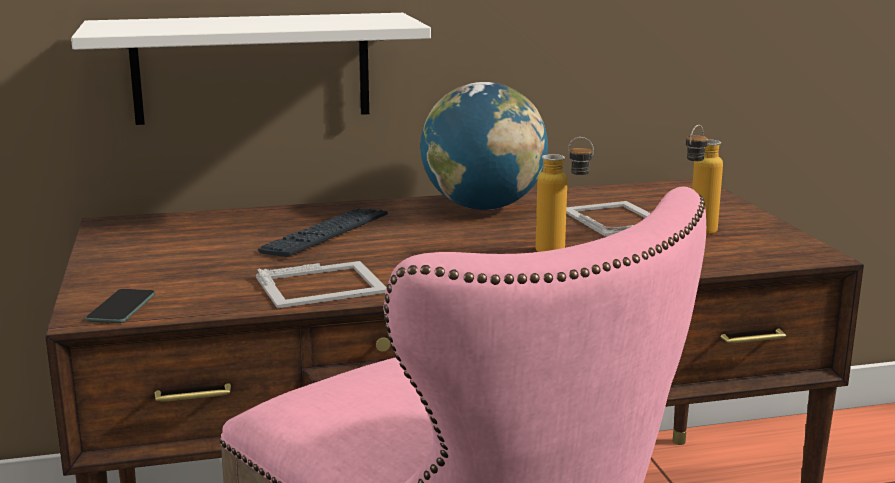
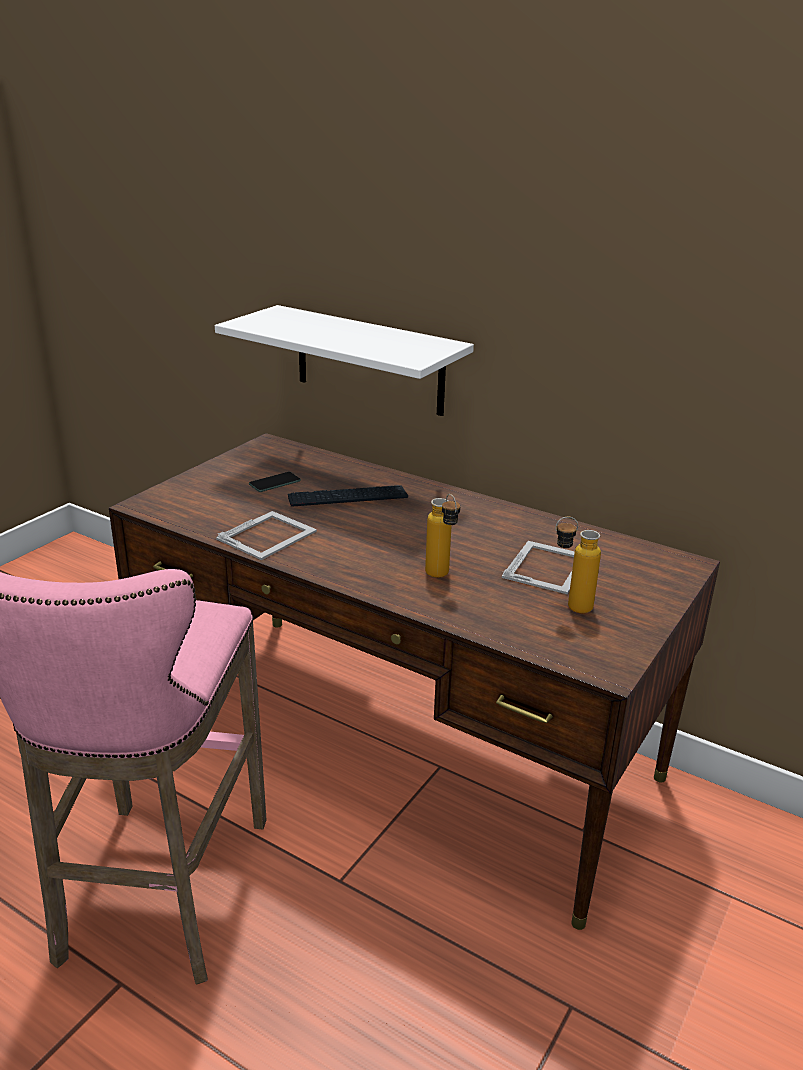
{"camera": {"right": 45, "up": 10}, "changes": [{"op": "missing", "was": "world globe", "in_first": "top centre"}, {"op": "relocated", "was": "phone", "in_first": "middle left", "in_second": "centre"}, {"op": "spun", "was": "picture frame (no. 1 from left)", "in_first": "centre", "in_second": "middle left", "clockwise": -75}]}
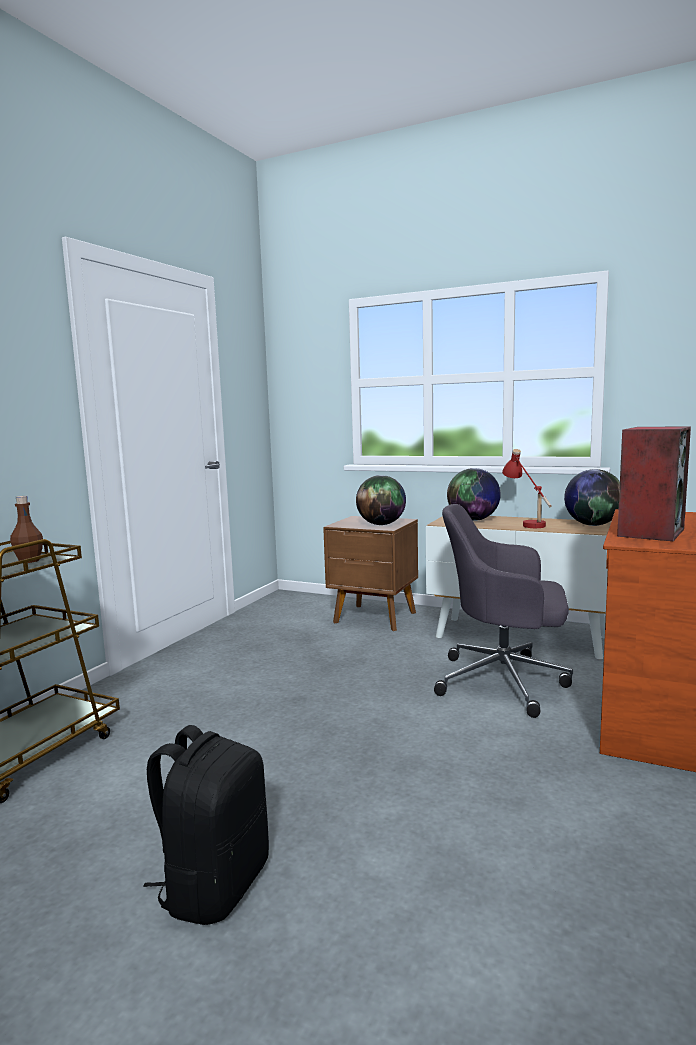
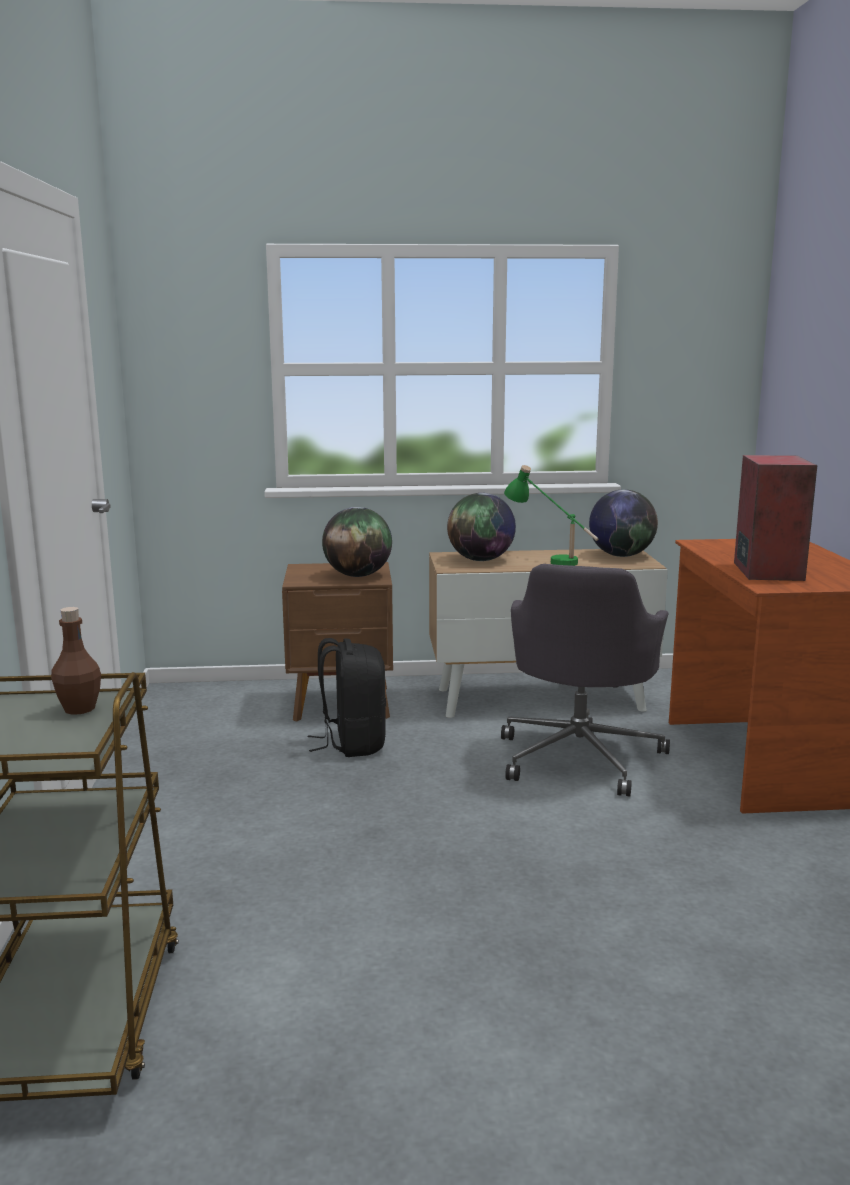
{"camera": {"right": -30, "up": 5}, "changes": [{"op": "relocated", "was": "black-coloured knapsack", "in_first": "bottom left", "in_second": "centre"}, {"op": "colour", "was": "red lamp for a table", "now": "greenish lamp for a table", "in_first": "middle right", "in_second": "centre"}, {"op": "spun", "was": "gray computer chair", "in_first": "middle right", "in_second": "middle right", "clockwise": -60}]}
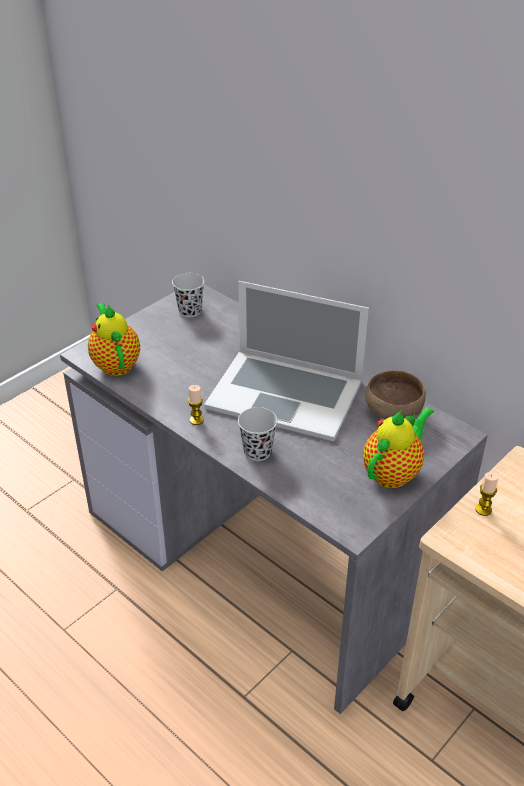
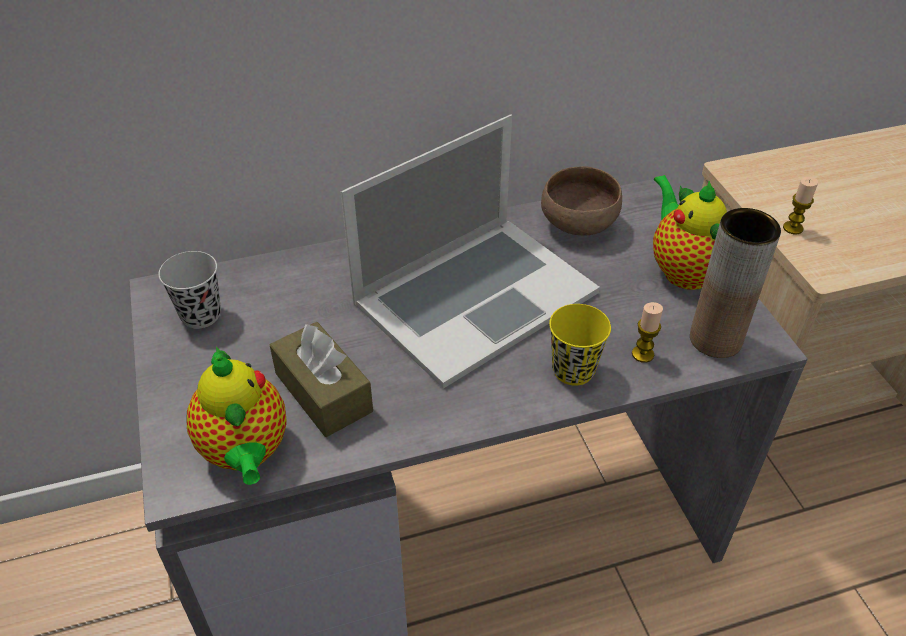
{"camera": {"right": -60, "up": 5}, "changes": [{"op": "appeared", "now": "brown-coloured box of tissues", "in_second": "centre"}, {"op": "appeared", "now": "brown-coloured flower vase", "in_second": "middle right"}, {"op": "relocated", "was": "wax candle (no. 1 from left)", "in_first": "centre", "in_second": "middle right"}, {"op": "colour", "was": "black-coloured cup (no. 2 from left)", "now": "yellow-coloured cup", "in_first": "centre", "in_second": "centre"}, {"op": "spun", "was": "tea pot (no. 1 from left)", "in_first": "middle left", "in_second": "middle left", "clockwise": -120}]}
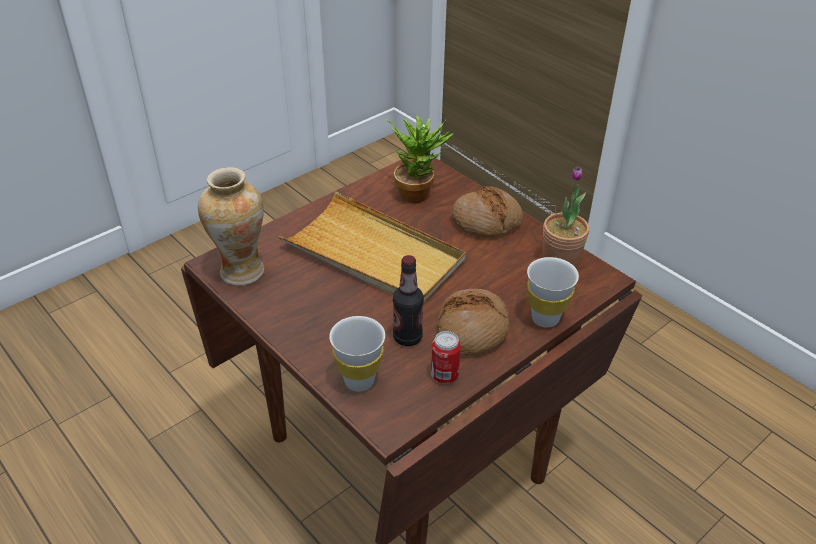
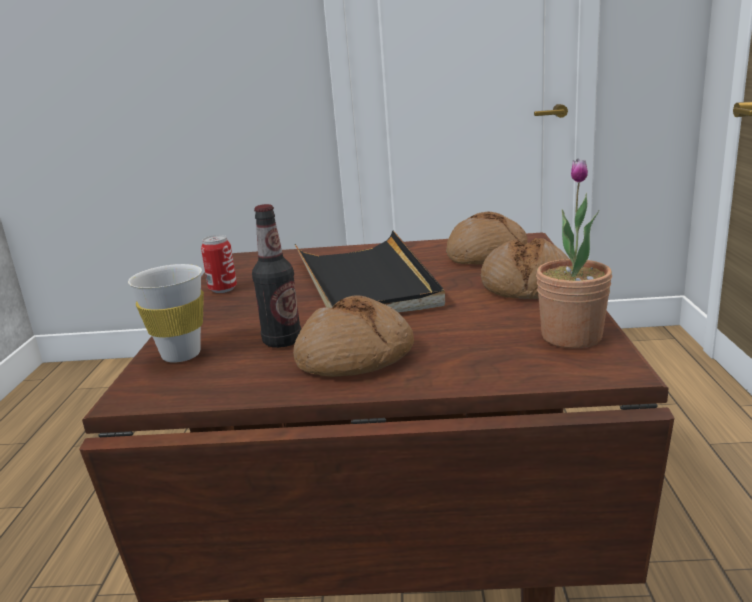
{"camera": {"right": 45, "up": -20}, "changes": [{"op": "missing", "was": "flower vase", "in_first": "middle left"}, {"op": "missing", "was": "white-coloured cup (no. 2 from left)", "in_first": "middle right"}, {"op": "relocated", "was": "can", "in_first": "centre", "in_second": "middle left"}, {"op": "exchanged", "was": "plant in a pot (no. 1 from left)", "now": "bakery bread (no. 2 from left)", "in_first": "top centre", "in_second": "centre"}, {"op": "colour", "was": "beige-coloured tray", "now": "black-coloured tray", "in_first": "centre", "in_second": "centre"}]}
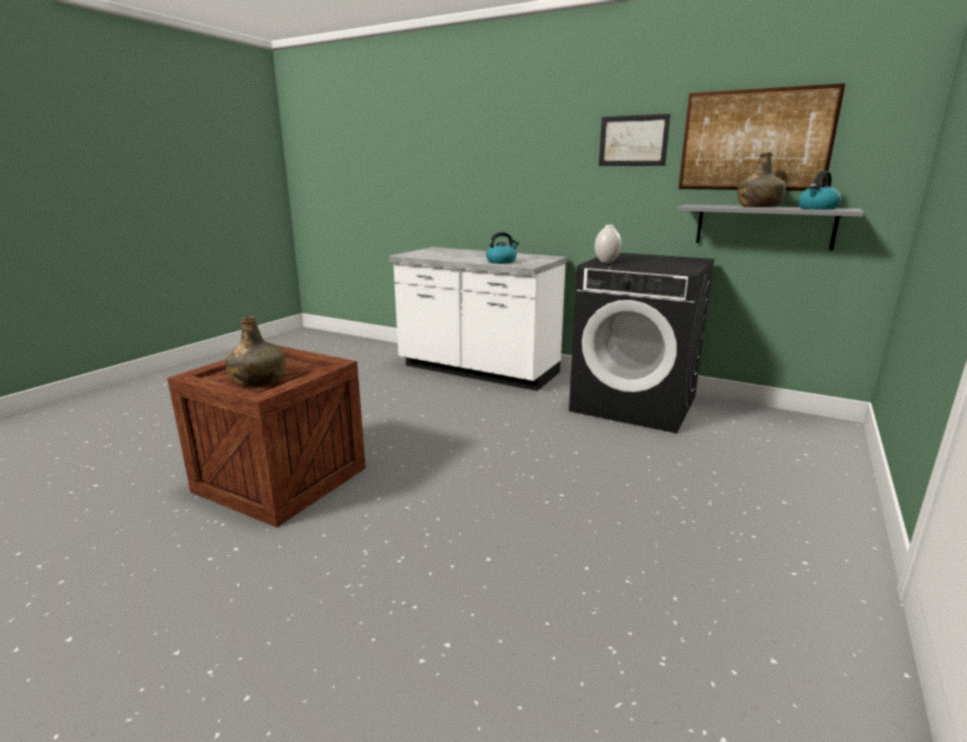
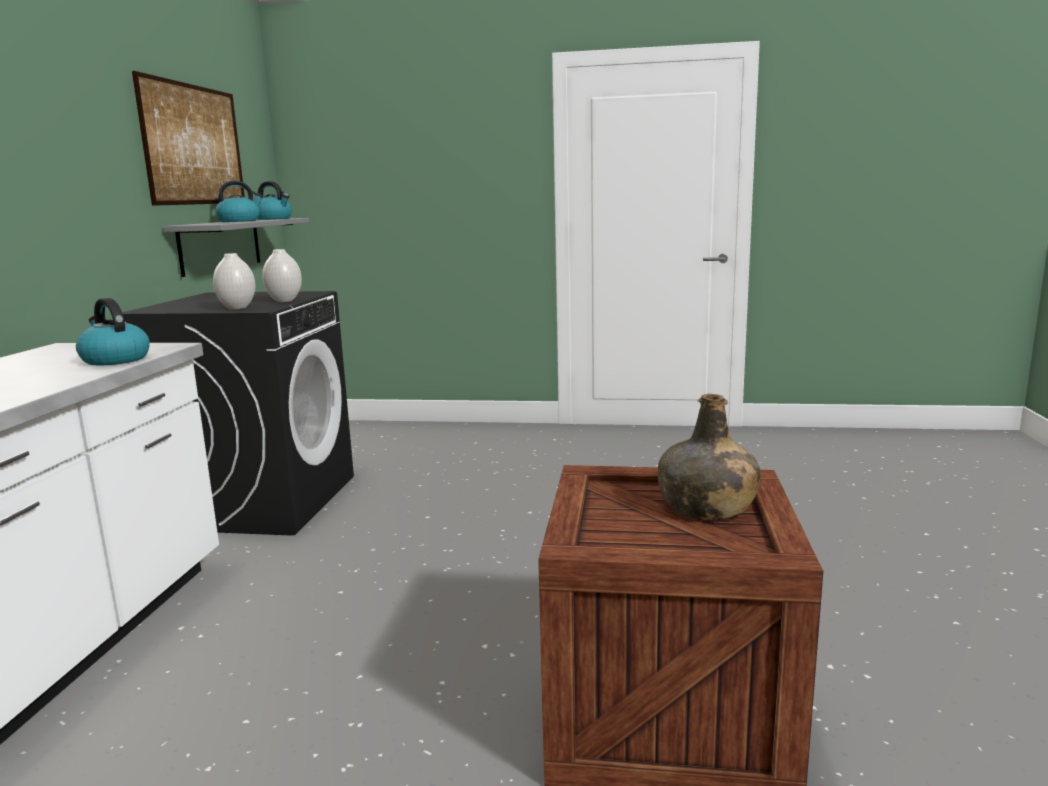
{"camera": {"right": -110, "up": -5}, "changes": [{"op": "missing", "was": "picture (no. 1 from left)", "in_first": "top centre"}, {"op": "appeared", "now": "white-coloured flower vase (no. 2 from left)", "in_second": "middle left"}, {"op": "exchanged", "was": "greenish beverage bottle (no. 2 from left)", "now": "water kettle (no. 2 from left)", "in_first": "top right", "in_second": "top left"}]}
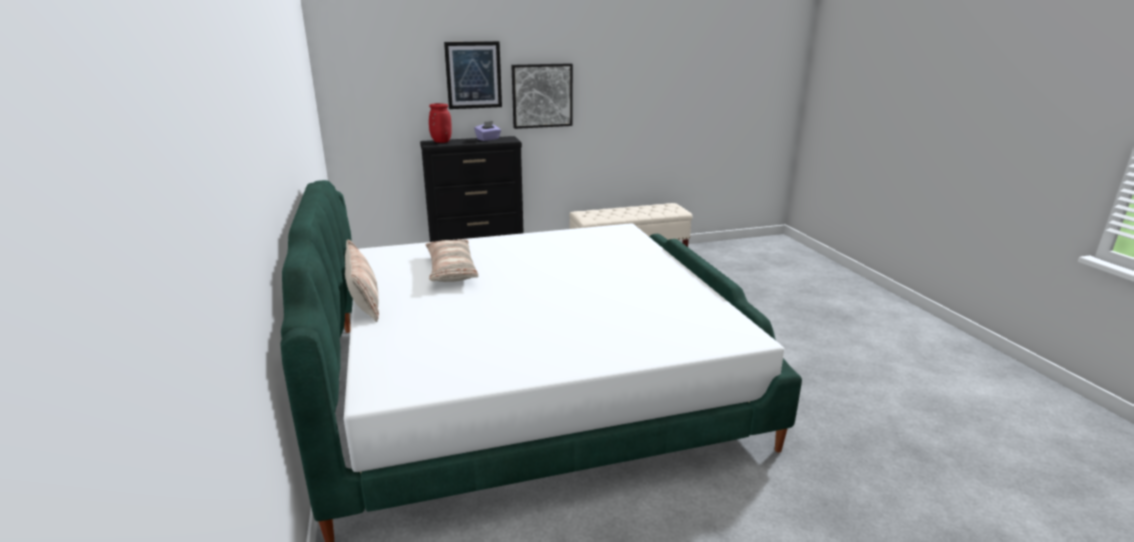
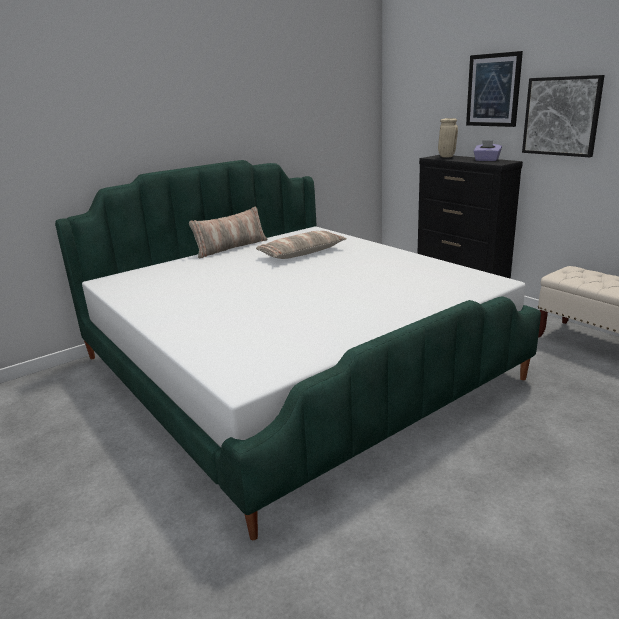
{"camera": {"right": 70, "up": 0}, "changes": [{"op": "colour", "was": "red flower vase", "now": "beige-coloured flower vase", "in_first": "top centre", "in_second": "top right"}]}
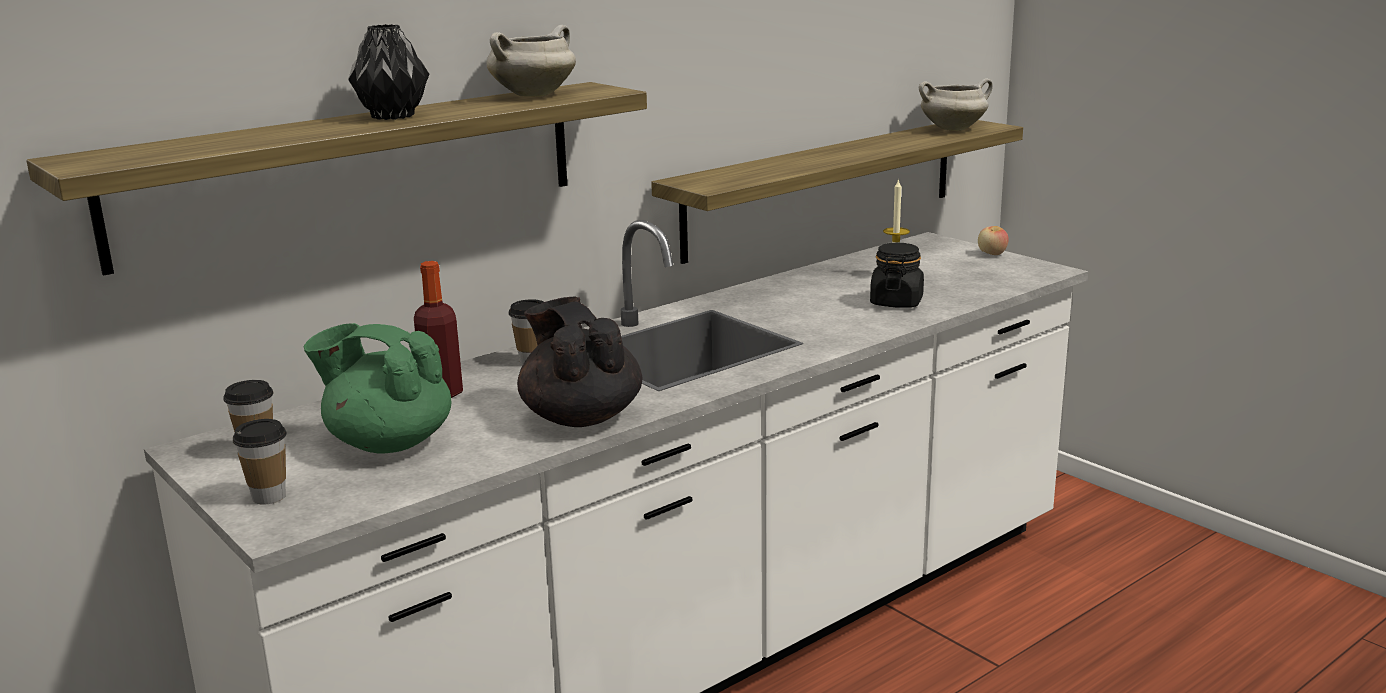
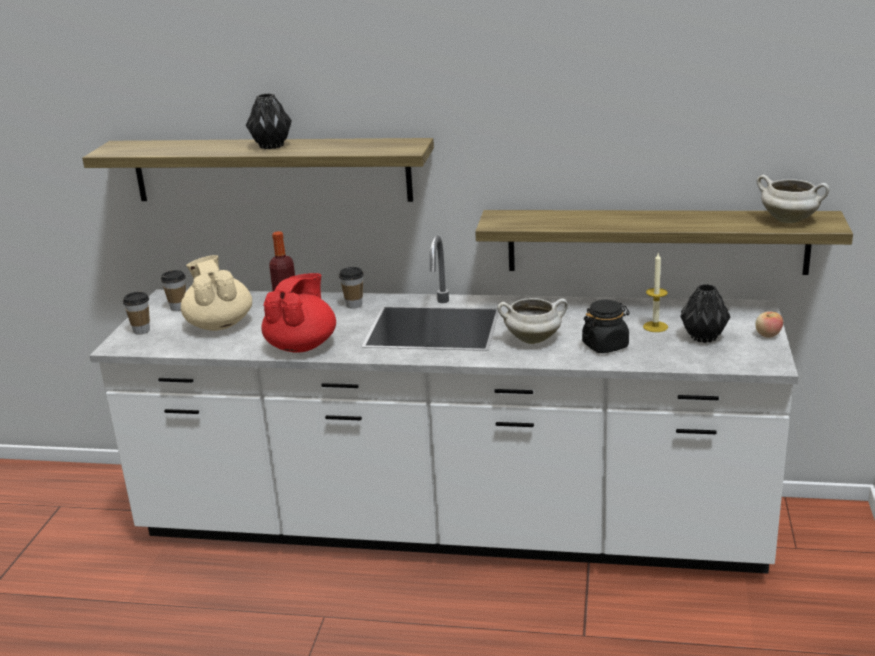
{"camera": {"right": 50, "up": 5}, "changes": [{"op": "appeared", "now": "black-coloured flower vase (no. 2 from left)", "in_second": "middle right"}, {"op": "relocated", "was": "white-coloured cooking pot (no. 1 from left)", "in_first": "top centre", "in_second": "centre"}, {"op": "colour", "was": "greenish tea pot", "now": "beige-coloured tea pot", "in_first": "middle left", "in_second": "middle left"}, {"op": "colour", "was": "black-coloured tea pot", "now": "red tea pot", "in_first": "centre", "in_second": "centre"}]}
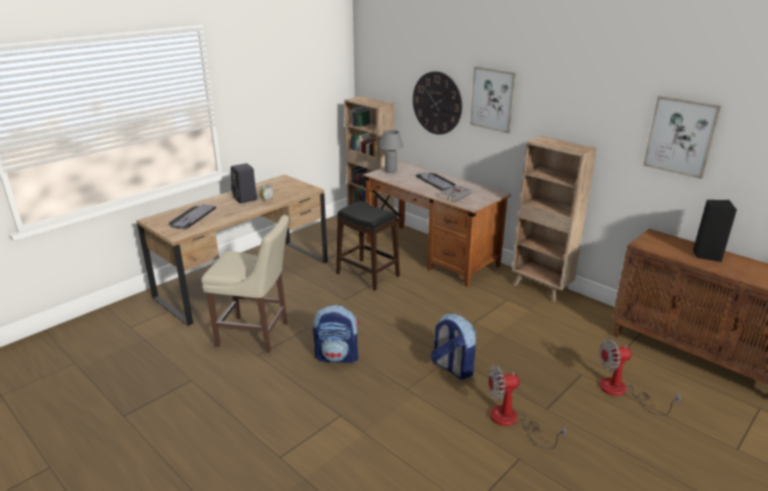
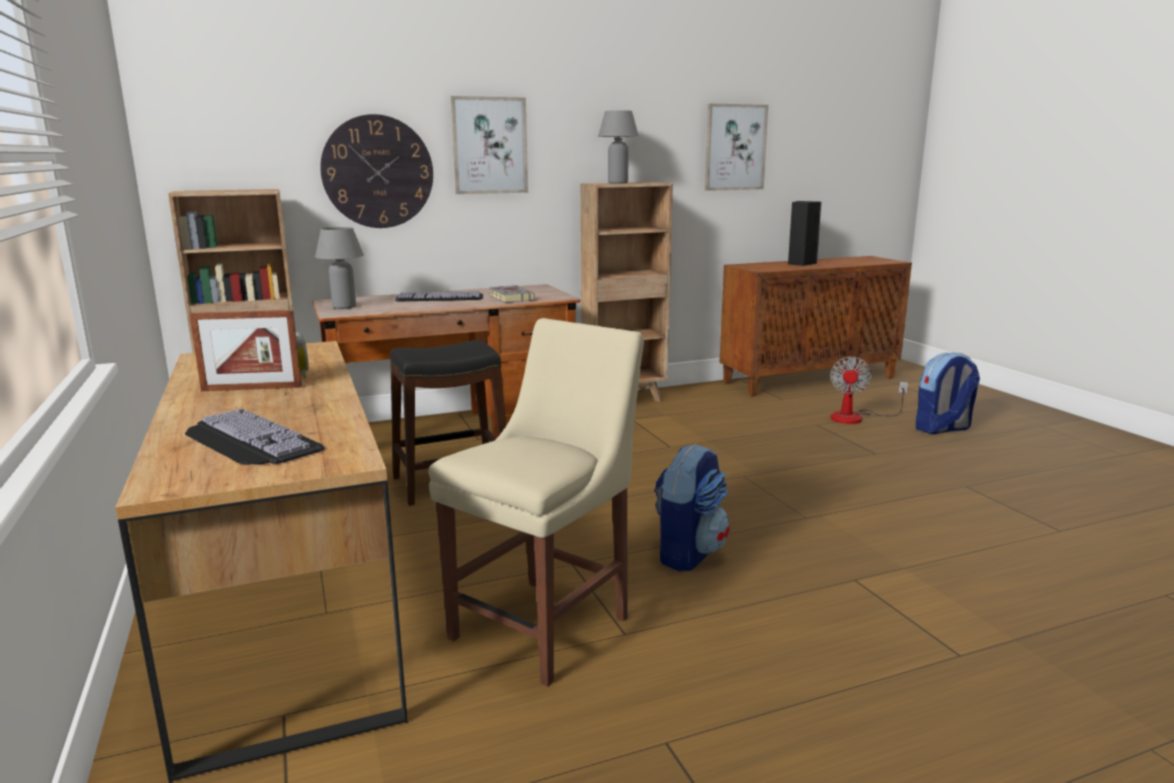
{"camera": {"right": -65, "up": -10}, "changes": [{"op": "missing", "was": "fan (no. 1 from left)", "in_first": "bottom right"}, {"op": "appeared", "now": "gray lamp for a table (no. 2 from left)", "in_second": "top centre"}, {"op": "relocated", "was": "knapsack (no. 2 from left)", "in_first": "bottom centre", "in_second": "middle right"}, {"op": "exchanged", "was": "black-coloured loudspeaker (no. 1 from left)", "now": "picture frame", "in_first": "middle left", "in_second": "middle left"}]}
